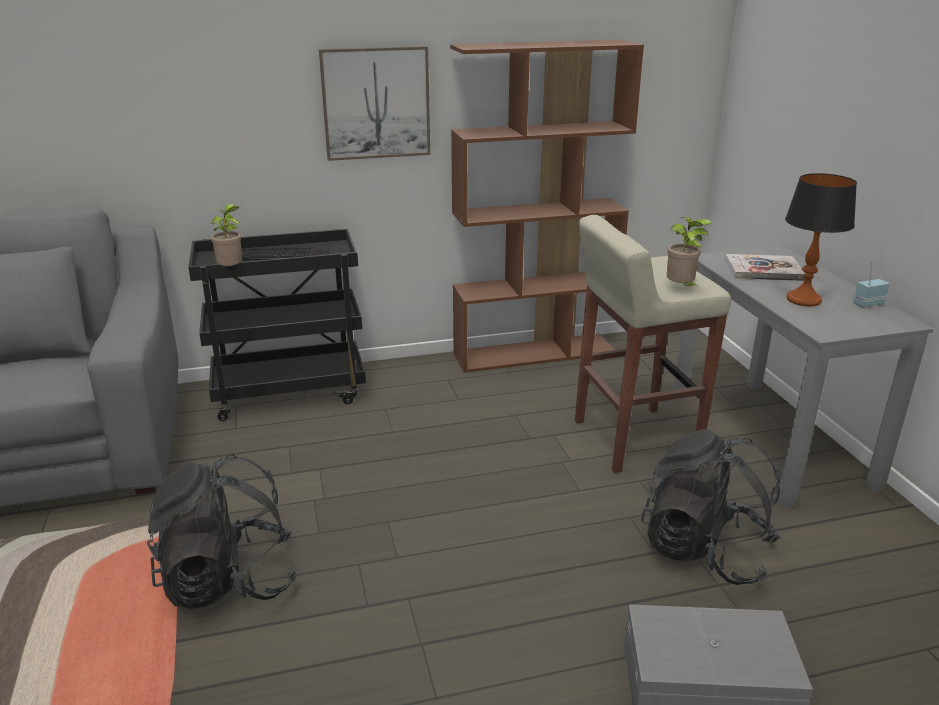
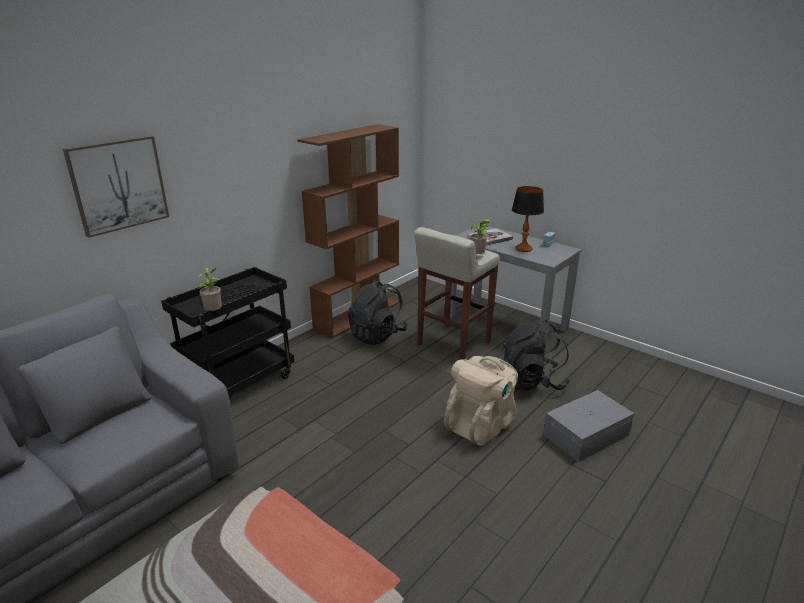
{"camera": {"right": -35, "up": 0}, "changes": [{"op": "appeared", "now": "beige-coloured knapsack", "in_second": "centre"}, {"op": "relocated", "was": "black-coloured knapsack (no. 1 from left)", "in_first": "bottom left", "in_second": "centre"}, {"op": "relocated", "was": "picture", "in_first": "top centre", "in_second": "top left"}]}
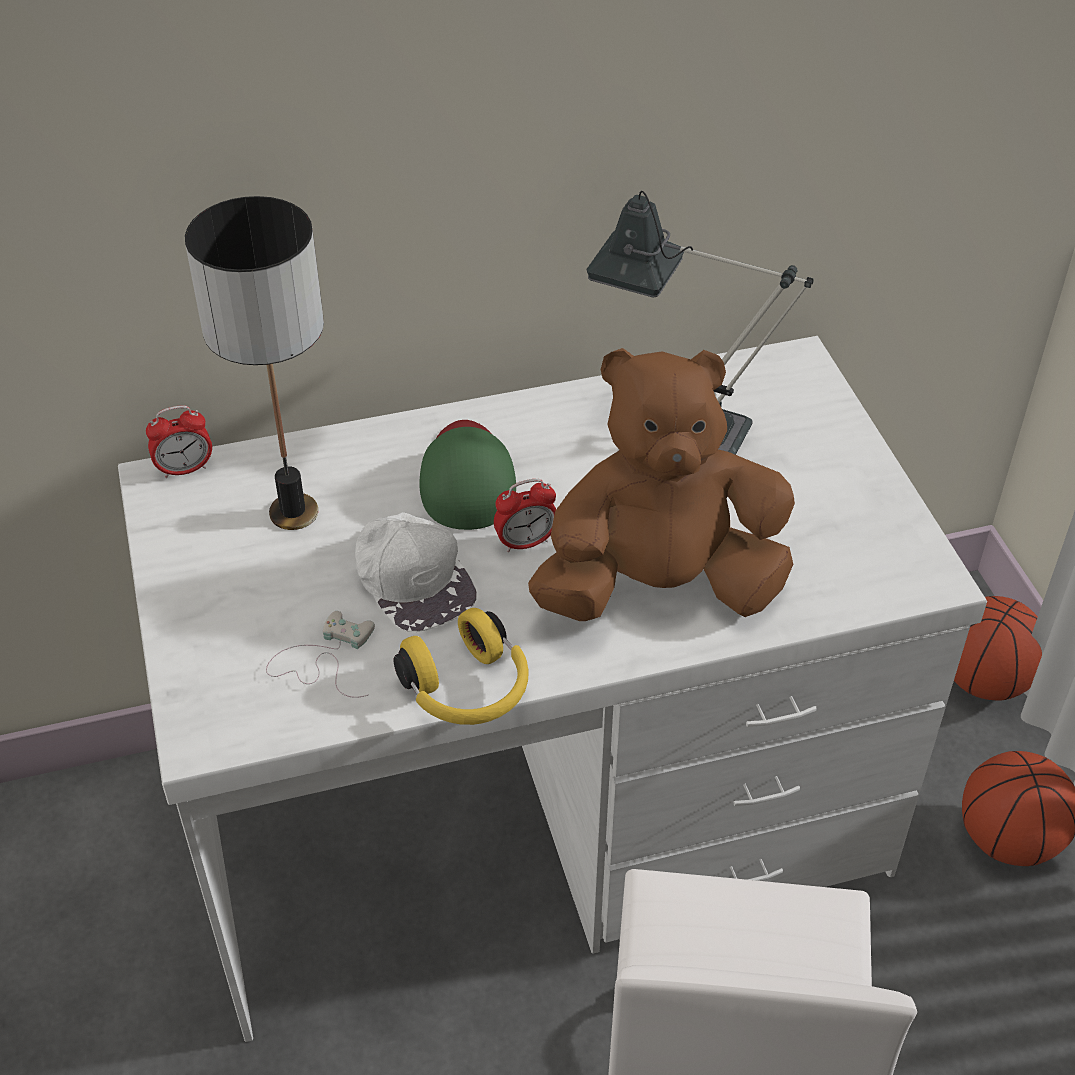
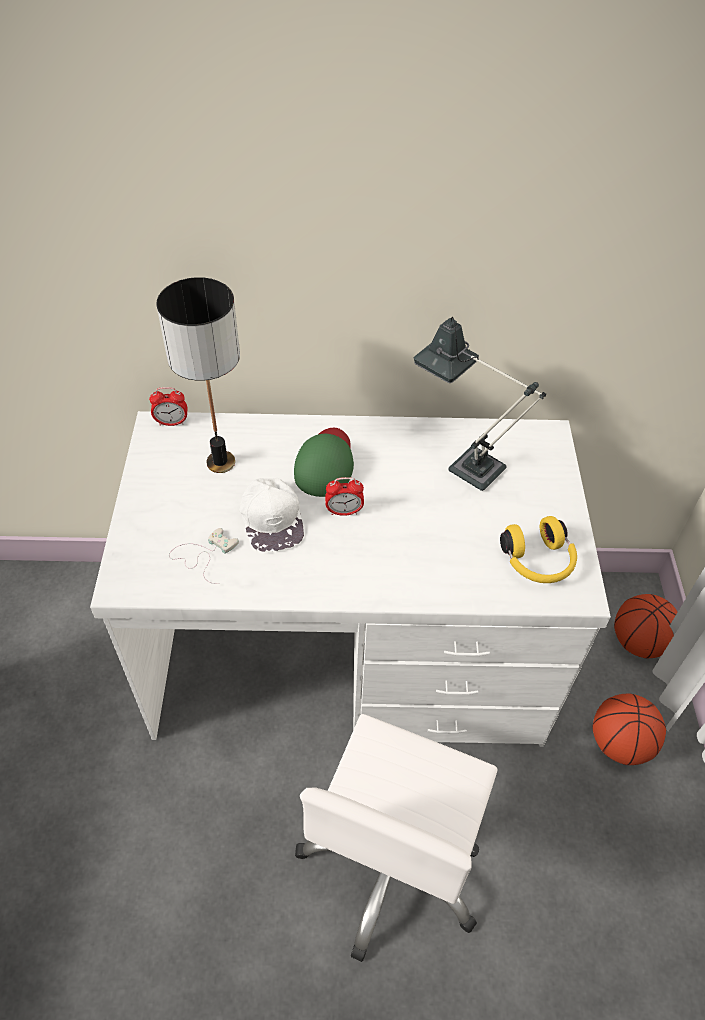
{"camera": {"right": 15, "up": 5}, "changes": [{"op": "missing", "was": "brown-coloured soft toy", "in_first": "centre"}, {"op": "relocated", "was": "yellow-coloured headphones", "in_first": "centre", "in_second": "middle right"}]}
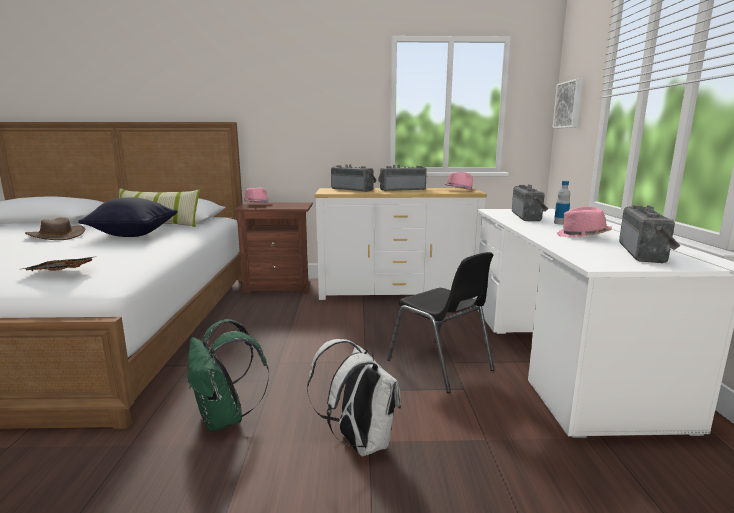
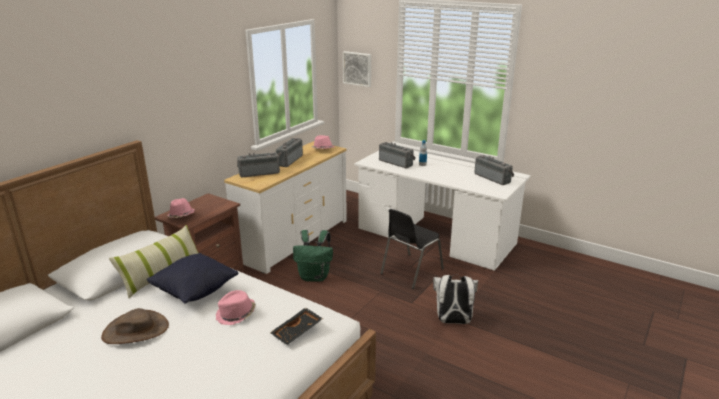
{"camera": {"right": -55, "up": 10}, "changes": [{"op": "relocated", "was": "greenish knapsack", "in_first": "bottom left", "in_second": "centre"}, {"op": "relocated", "was": "pink wearable hat (no. 3 from left in the first image)", "now": "pink wearable hat (no. 2 from left)", "in_first": "middle right", "in_second": "bottom left"}, {"op": "spun", "was": "black-coloured plain chair", "in_first": "centre", "in_second": "centre", "clockwise": 135}]}
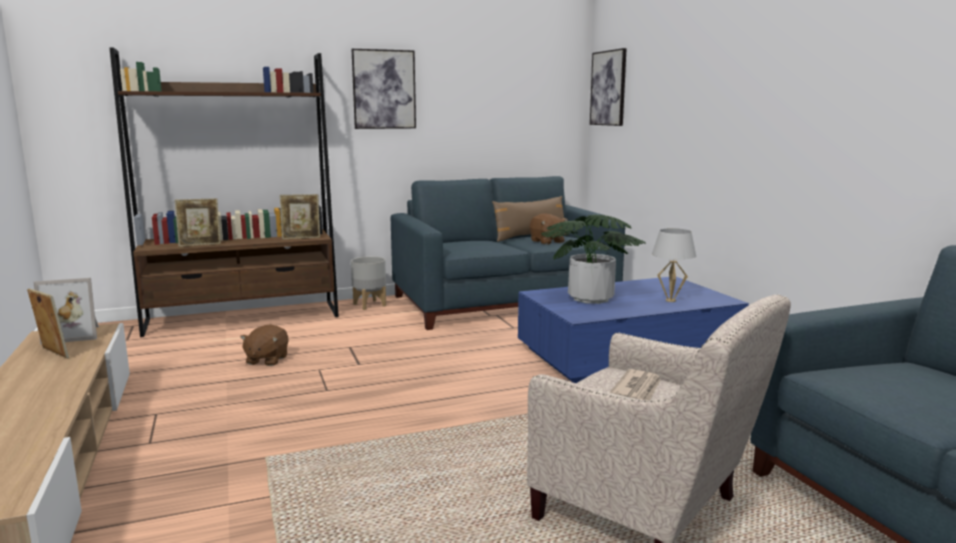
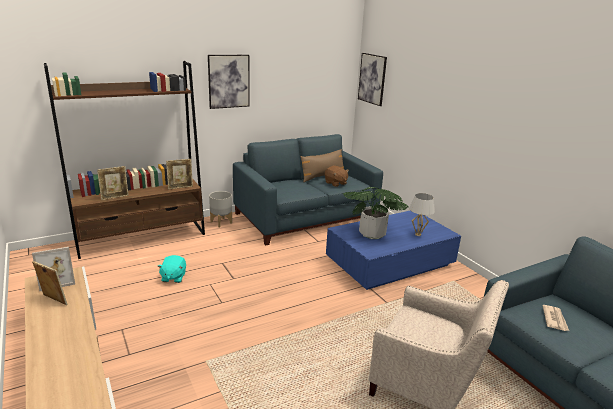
{"camera": {"right": -10, "up": 10}, "changes": [{"op": "relocated", "was": "daily paper", "in_first": "bottom centre", "in_second": "bottom right"}, {"op": "colour", "was": "brown-coloured soft toy (no. 1 from left)", "now": "blue-green soft toy", "in_first": "middle left", "in_second": "middle left"}]}
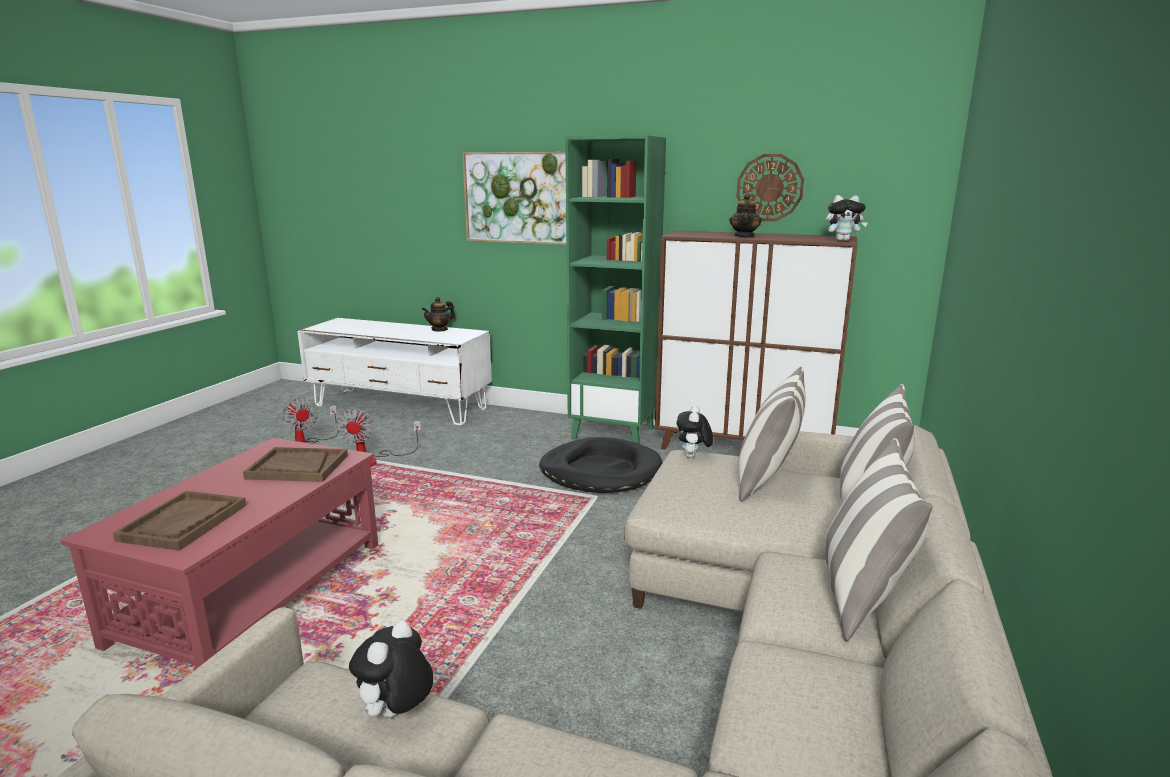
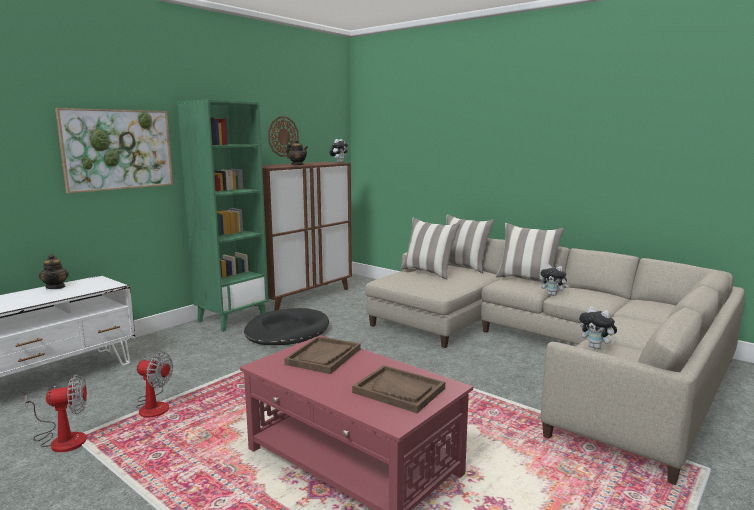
{"camera": {"right": -70, "up": -5}, "changes": [{"op": "relocated", "was": "soft toy (no. 2 from left)", "in_first": "centre", "in_second": "middle right"}]}
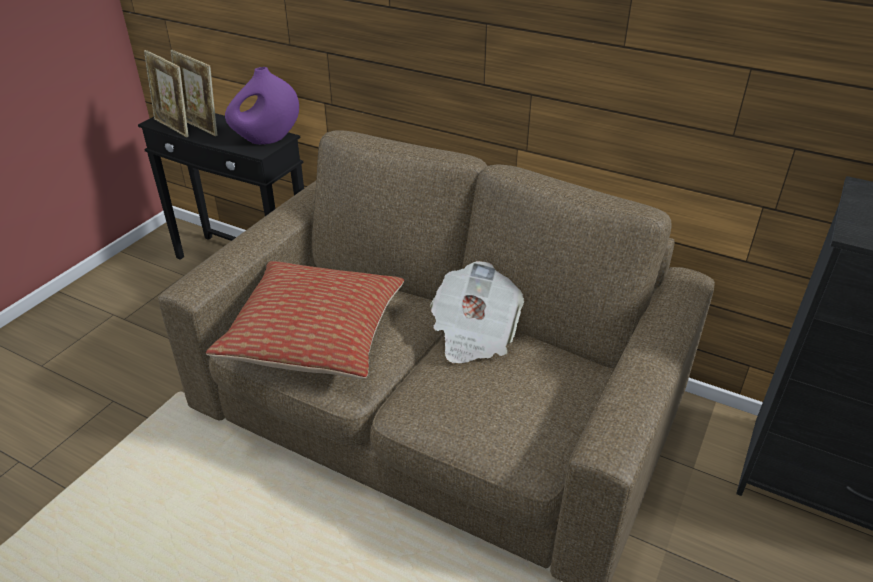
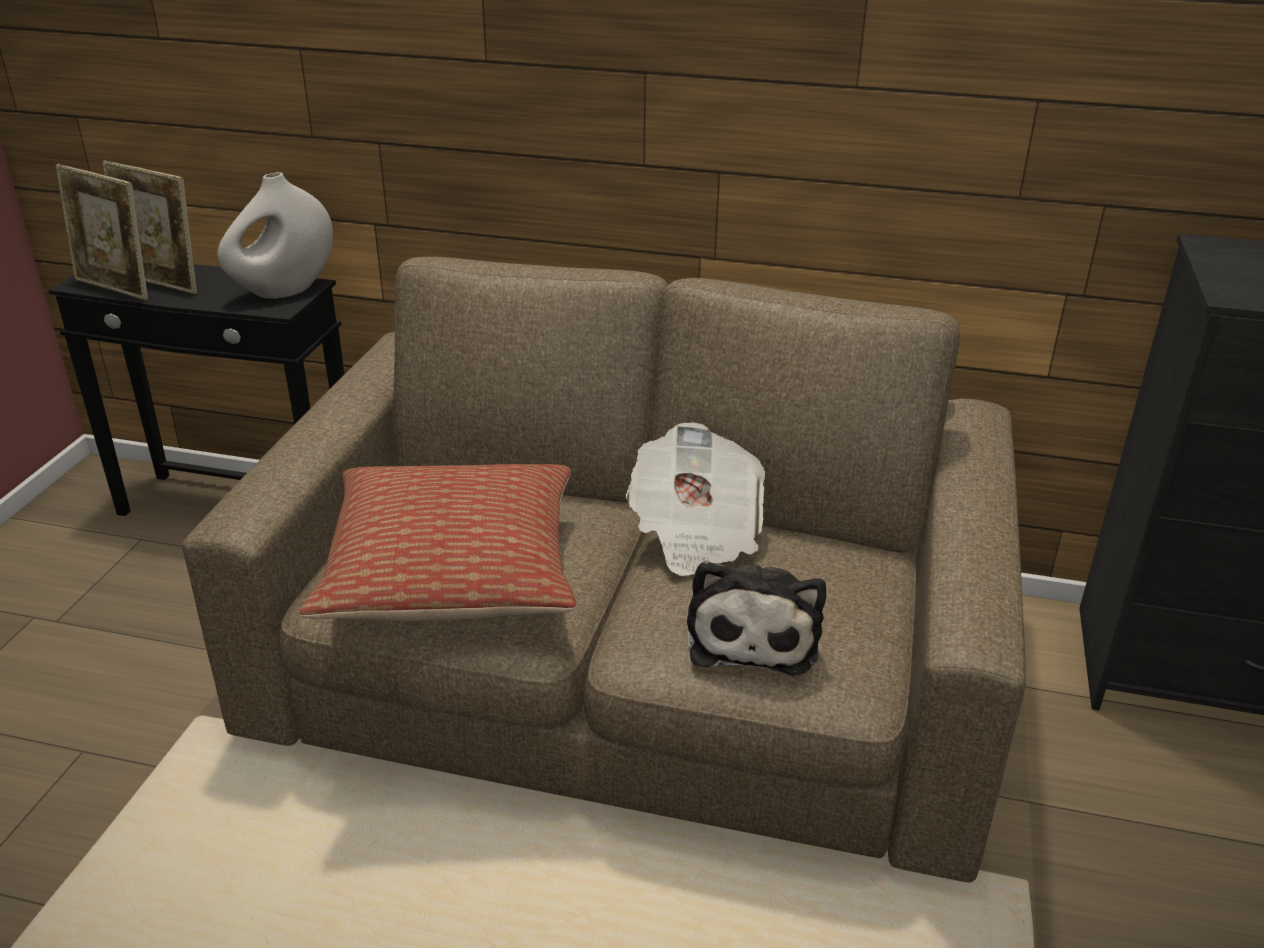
{"camera": {"right": -15, "up": -5}, "changes": [{"op": "appeared", "now": "soft toy", "in_second": "centre"}, {"op": "colour", "was": "purple-coloured flower vase", "now": "white-coloured flower vase", "in_first": "top left", "in_second": "top left"}]}
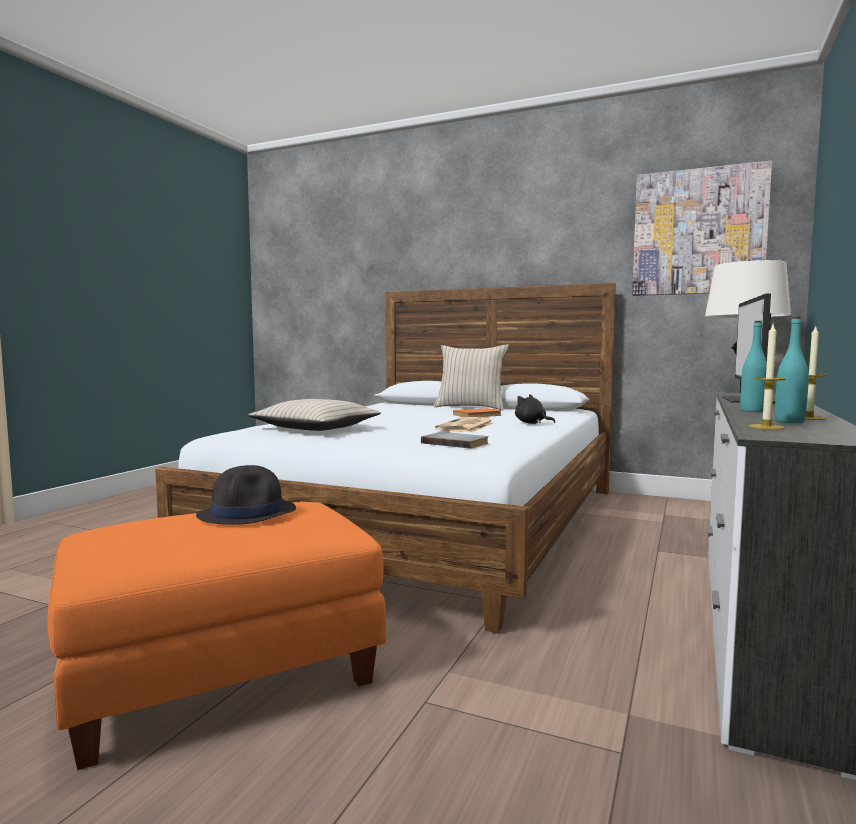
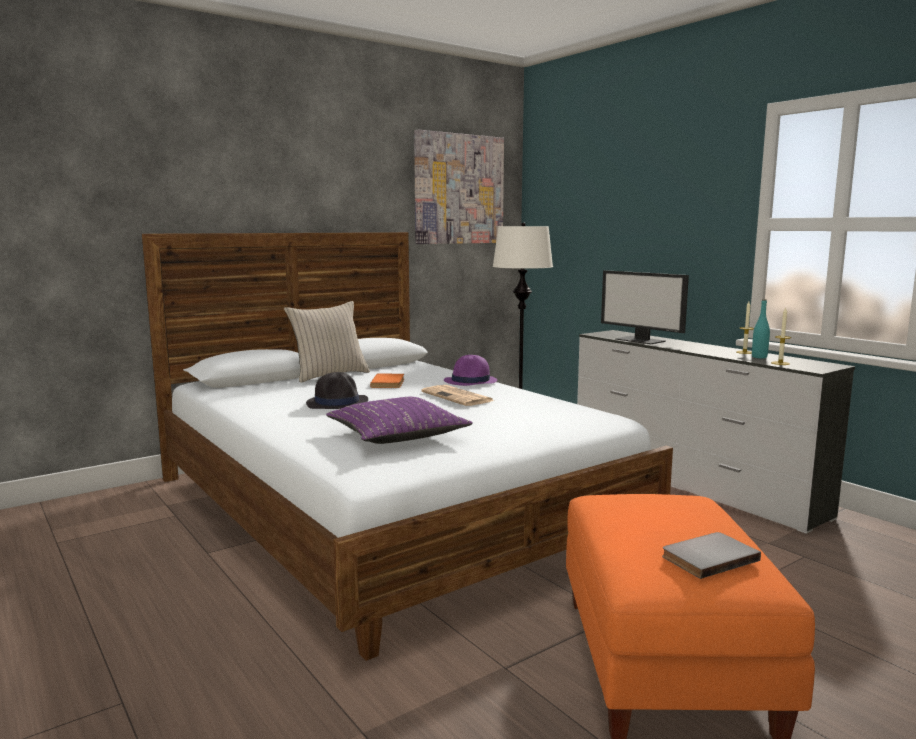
{"camera": {"right": -60, "up": 5}, "changes": [{"op": "missing", "was": "blue-green beverage bottle (no. 1 from left)", "in_first": "middle right"}, {"op": "relocated", "was": "black-coloured wearable hat", "in_first": "middle left", "in_second": "centre"}, {"op": "relocated", "was": "gray volume", "in_first": "centre", "in_second": "bottom right"}, {"op": "exchanged", "was": "black-coloured soft toy", "now": "purple-coloured wearable hat", "in_first": "centre", "in_second": "centre"}, {"op": "colour", "was": "beige-coloured throw pillow (no. 1 from left)", "now": "purple-coloured throw pillow", "in_first": "centre", "in_second": "centre"}]}
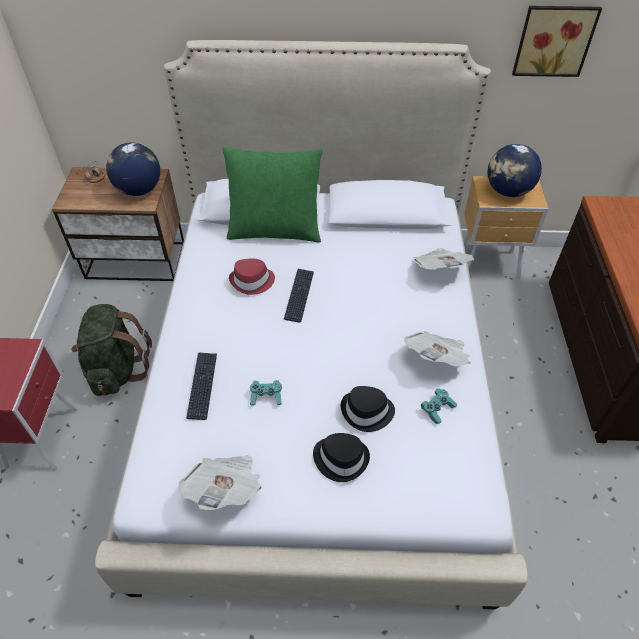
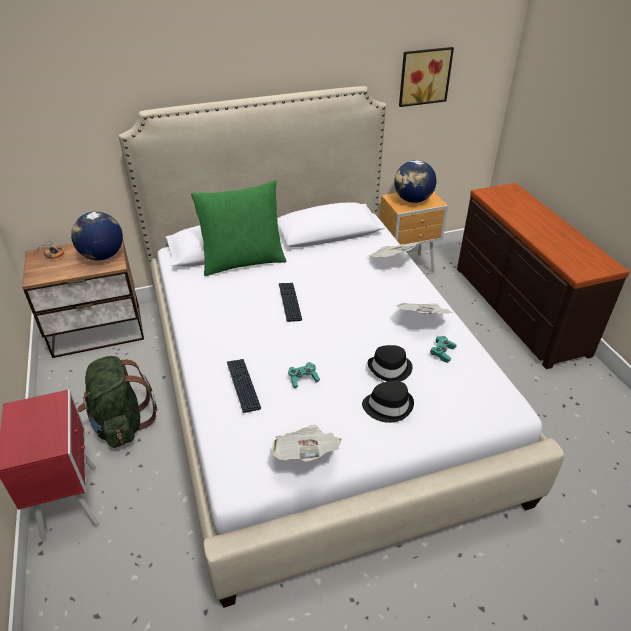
{"camera": {"right": -20, "up": -10}, "changes": [{"op": "missing", "was": "red wearable hat", "in_first": "centre"}]}
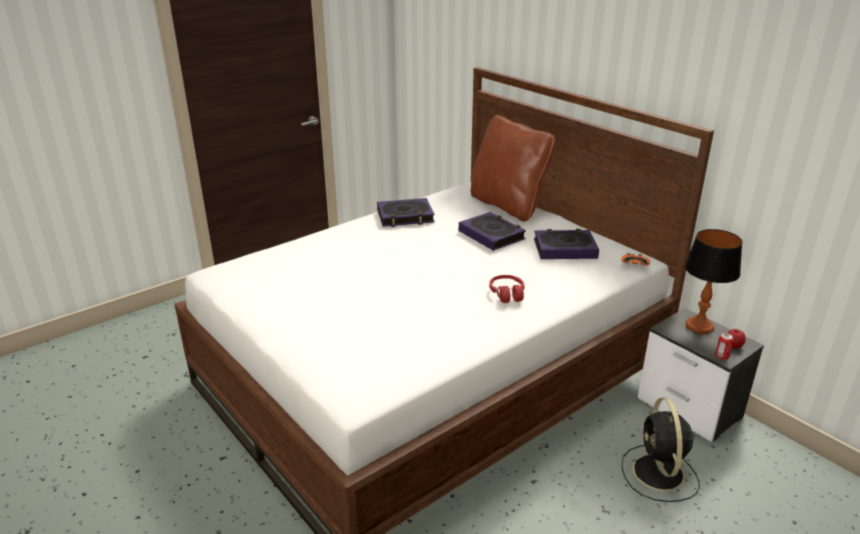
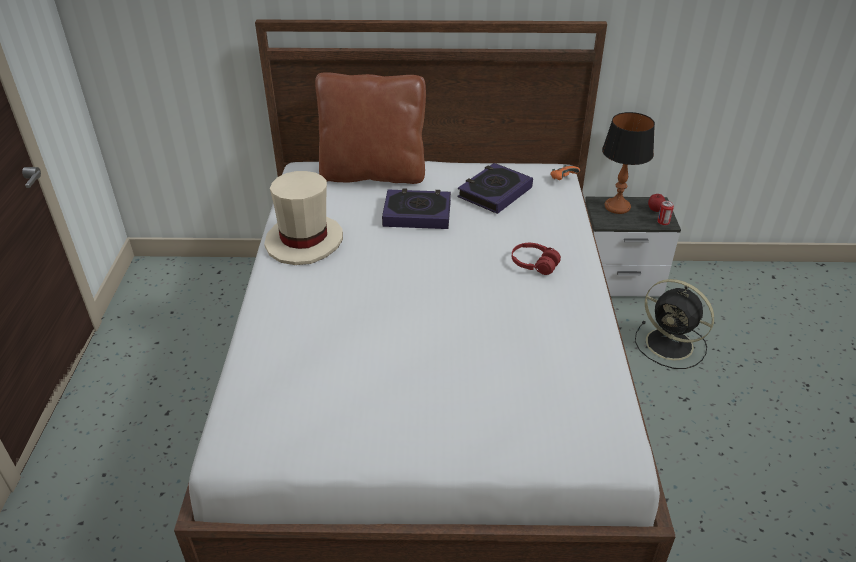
{"camera": {"right": -50, "up": 10}, "changes": [{"op": "exchanged", "was": "volume (no. 1 from left)", "now": "beige-coloured wearable hat", "in_first": "centre", "in_second": "centre"}]}
